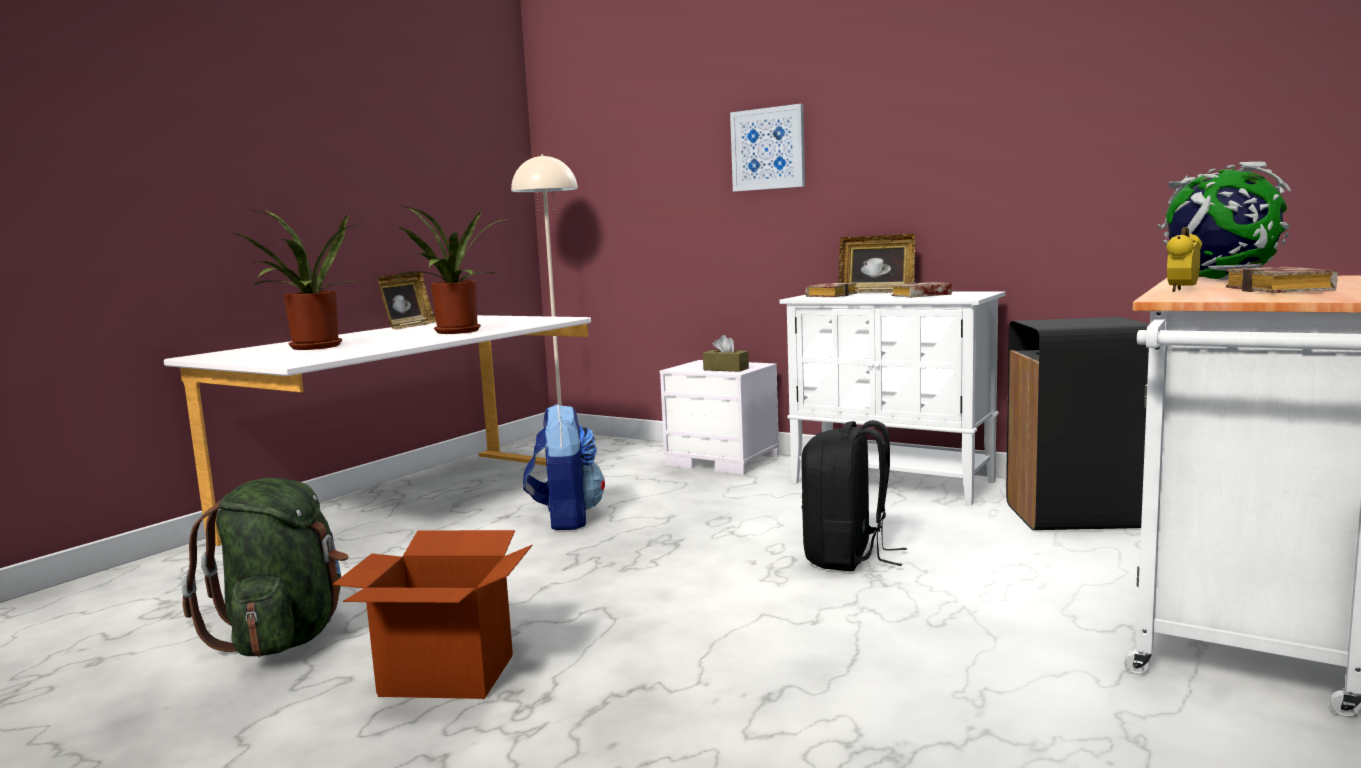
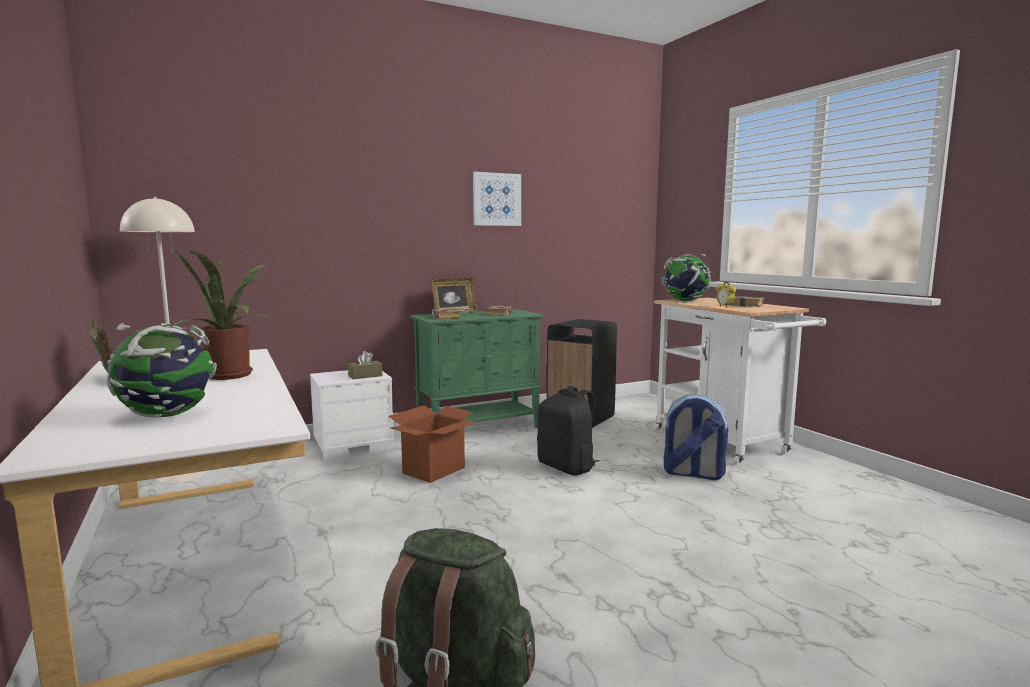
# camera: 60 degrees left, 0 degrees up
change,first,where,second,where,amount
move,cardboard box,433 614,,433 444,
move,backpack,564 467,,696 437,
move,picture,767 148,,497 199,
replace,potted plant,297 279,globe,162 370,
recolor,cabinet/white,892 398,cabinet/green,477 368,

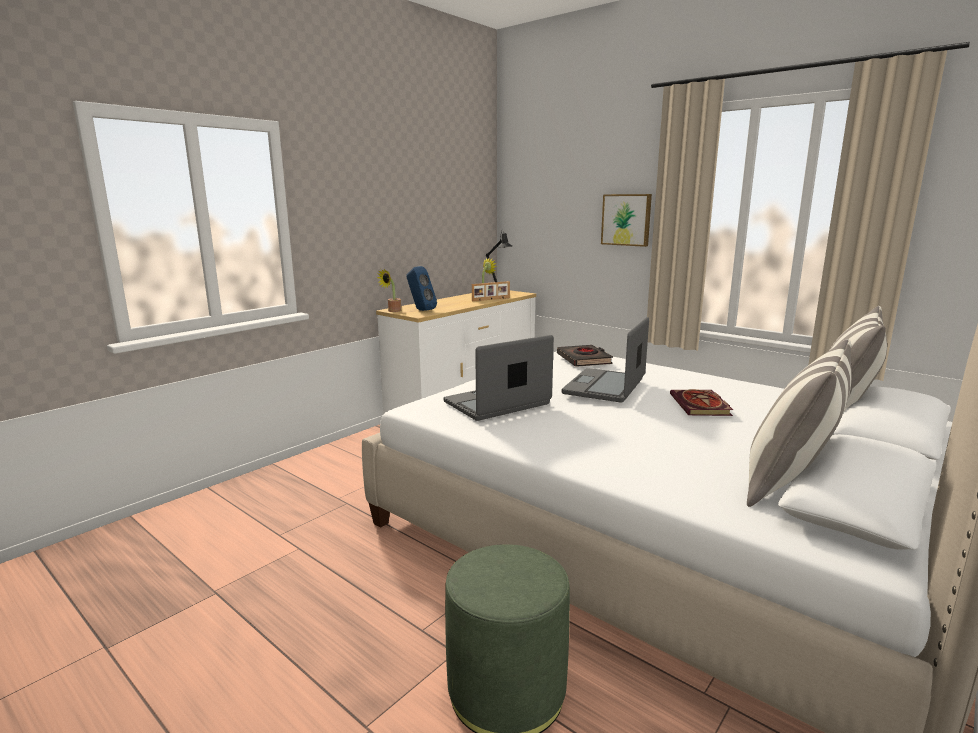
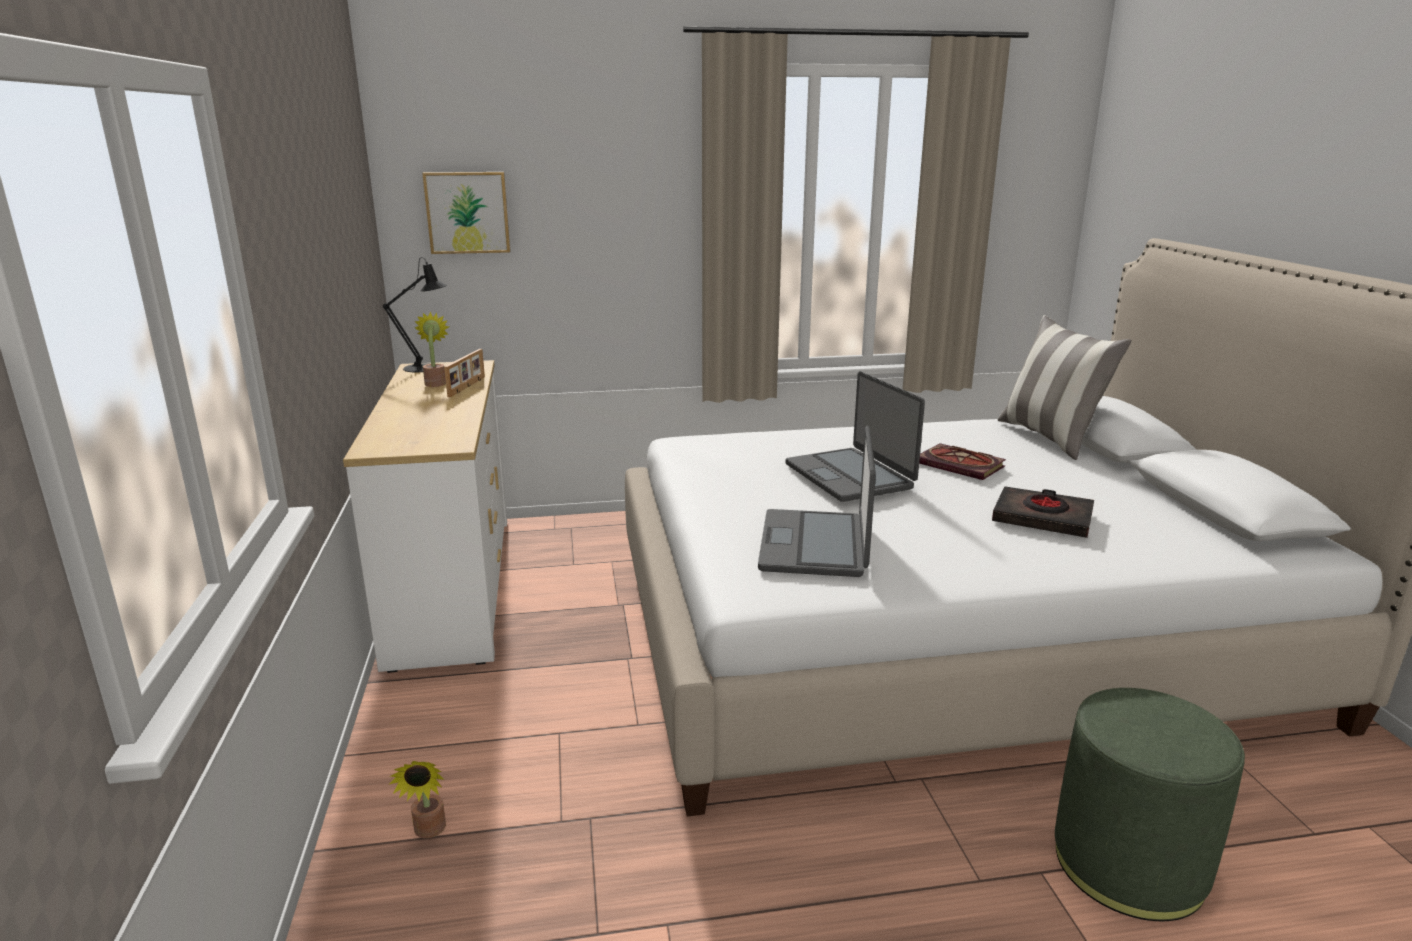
# camera: 50 degrees left, 5 degrees up
change,first,where,second,where,amount
delete,speaker/blue,421 288,,,
delete,pillow,799 423,,,
move,potted plant,389 290,,417 799,
move,book/black,585 356,,1043 512,
move,picture,626 220,,466 213,

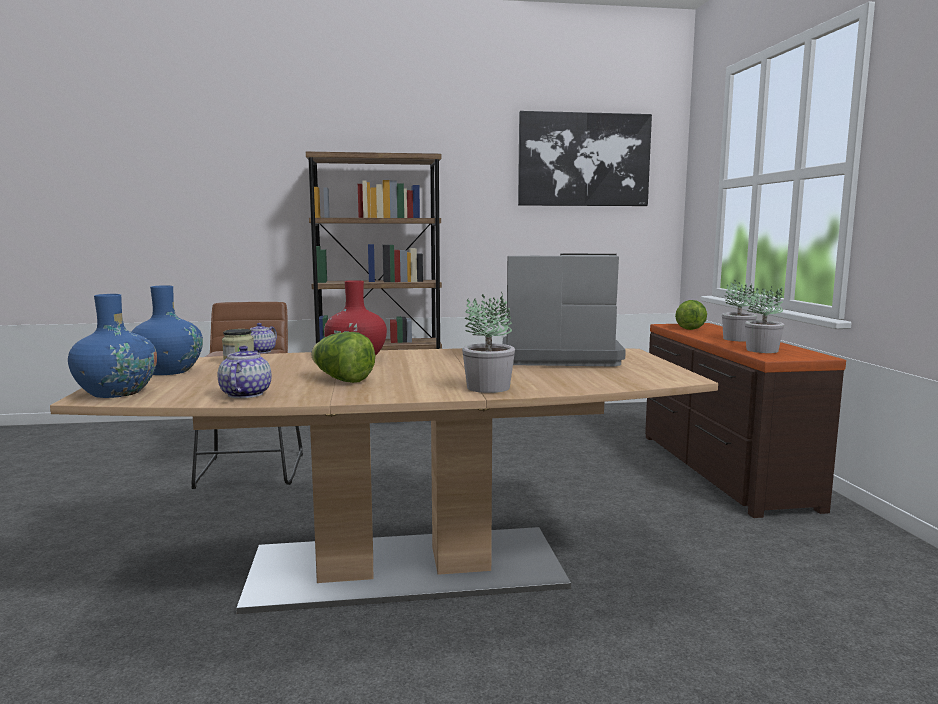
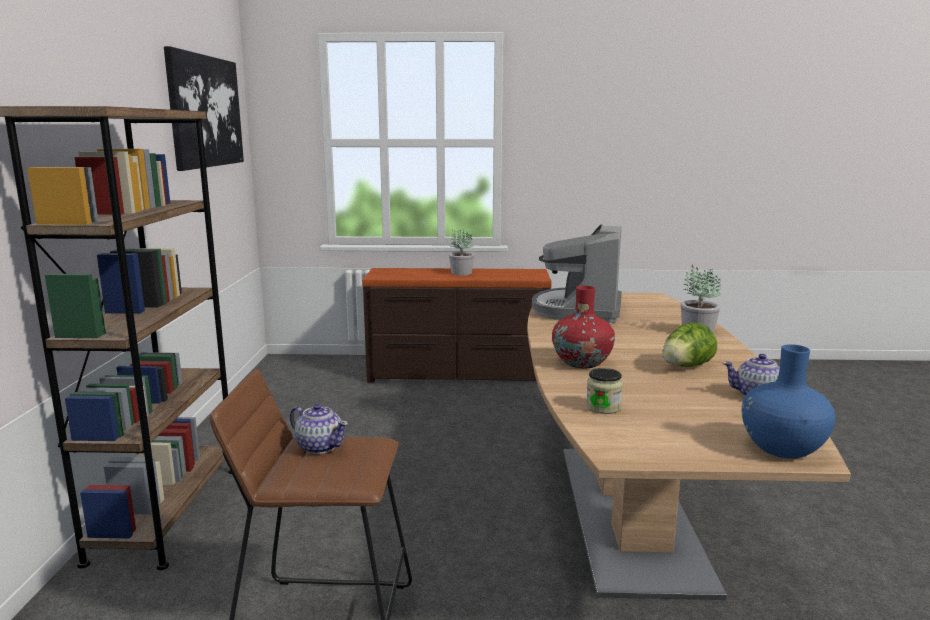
# camera: 80 degrees left, 5 degrees up
change,first,where,second,where,amount
delete,vase/blue,167 330,,,
delete,lettuce,691 315,,,
delete,potted plant,764 319,,,

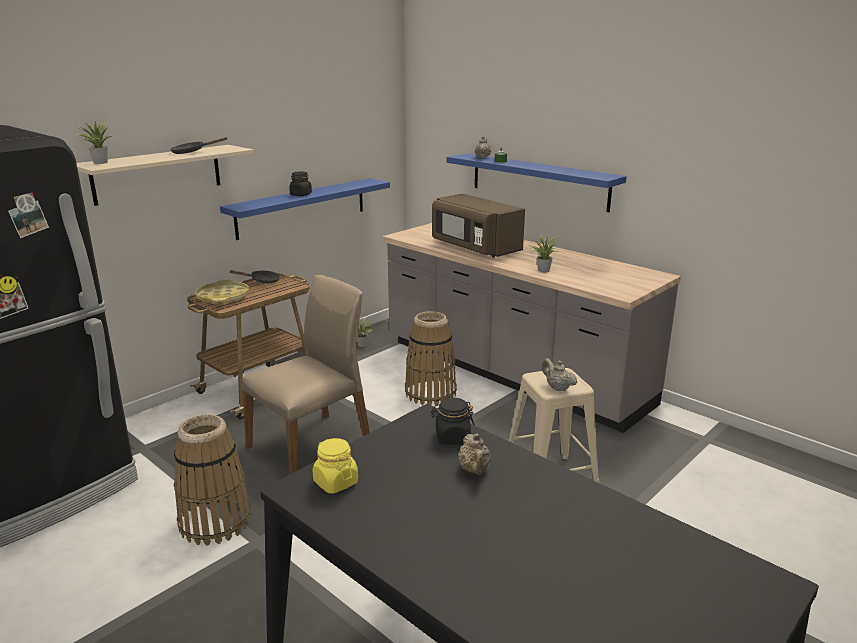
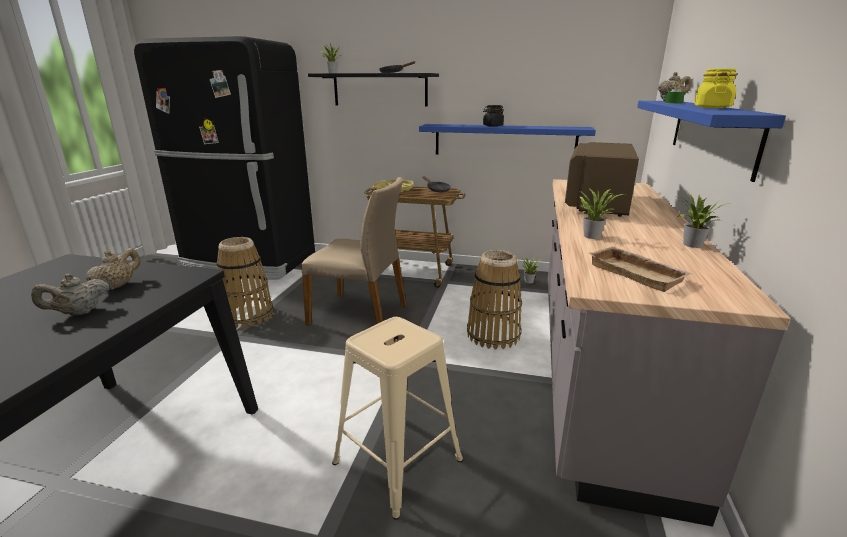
# camera: 60 degrees right, 0 degrees up
change,first,where,second,where,amount
delete,jar/black,453 421,,,
insert,,,tray/beige,640 269,
insert,,,potted plant,700 220,
move,jar/yellow,335 466,,715 88,
move,teapot/beige,559 374,,113 269,
recolor,shelf/beige,165 175,shelf/black,373 89,

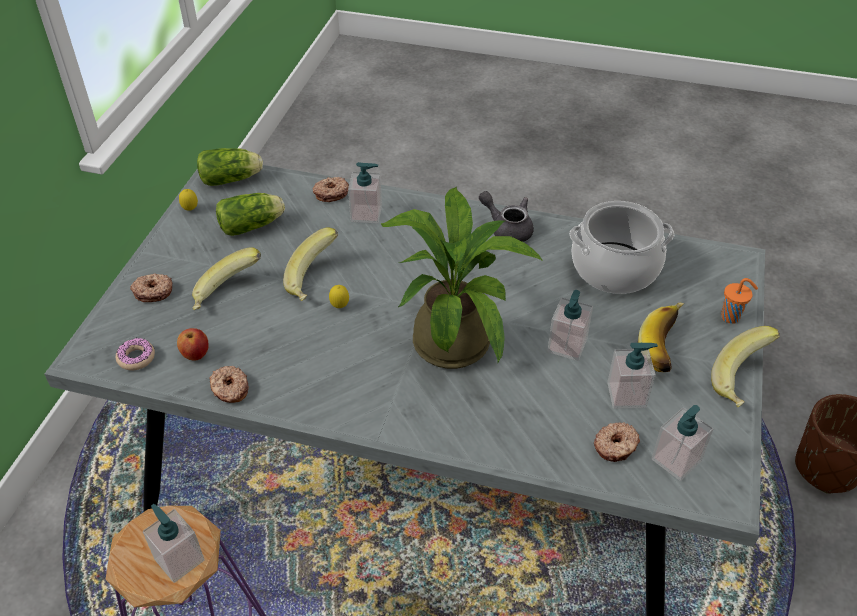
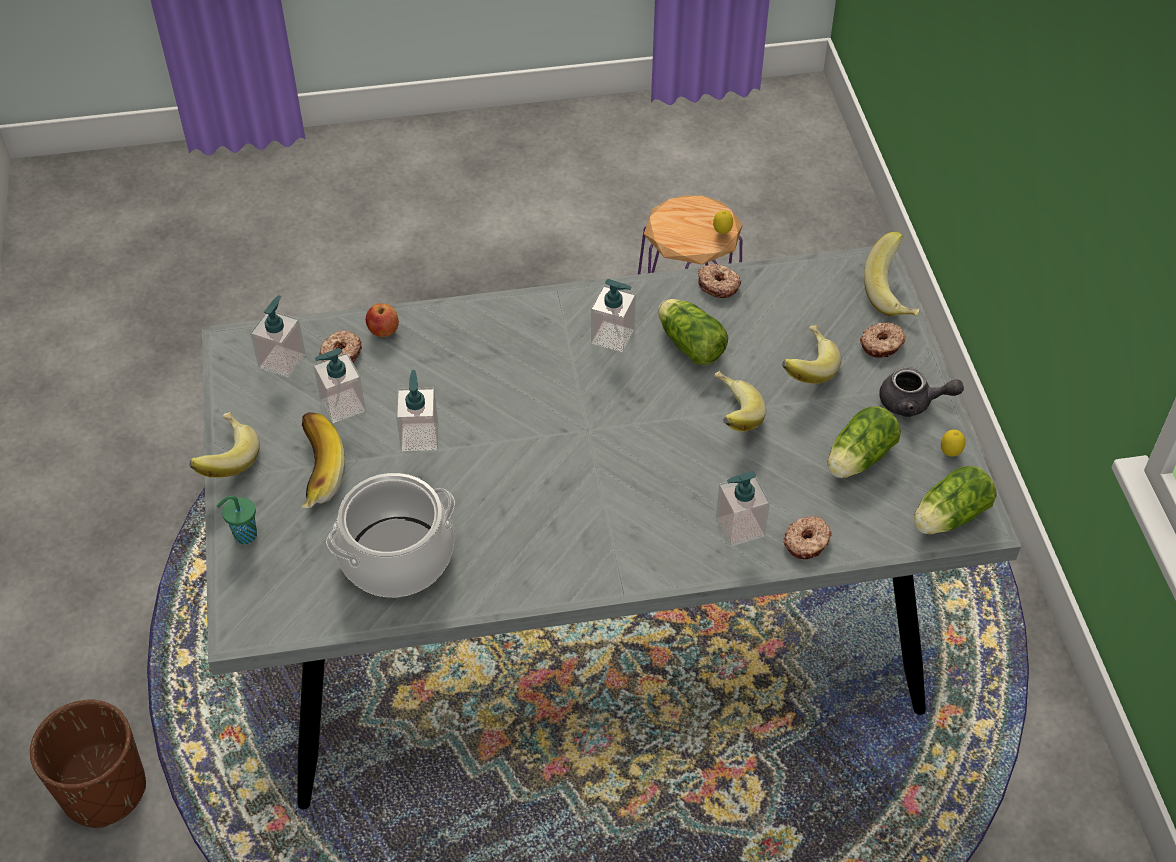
# camera: 155 degrees right, 5 degrees up
change,first,where,second,where,amount
delete,donut,135 354,,,
delete,potted plant,462 278,,,
insert,,,lettuce,693 332,
insert,,,banana,892 274,
move,soap dispenser,174 543,,613 316,
move,apple,193 344,,382 320,
move,lemon,339 296,,723 222,
move,teapot/grey,506 216,,921 392,
recolor,cup/orange,739 301,cup/green,236 519,

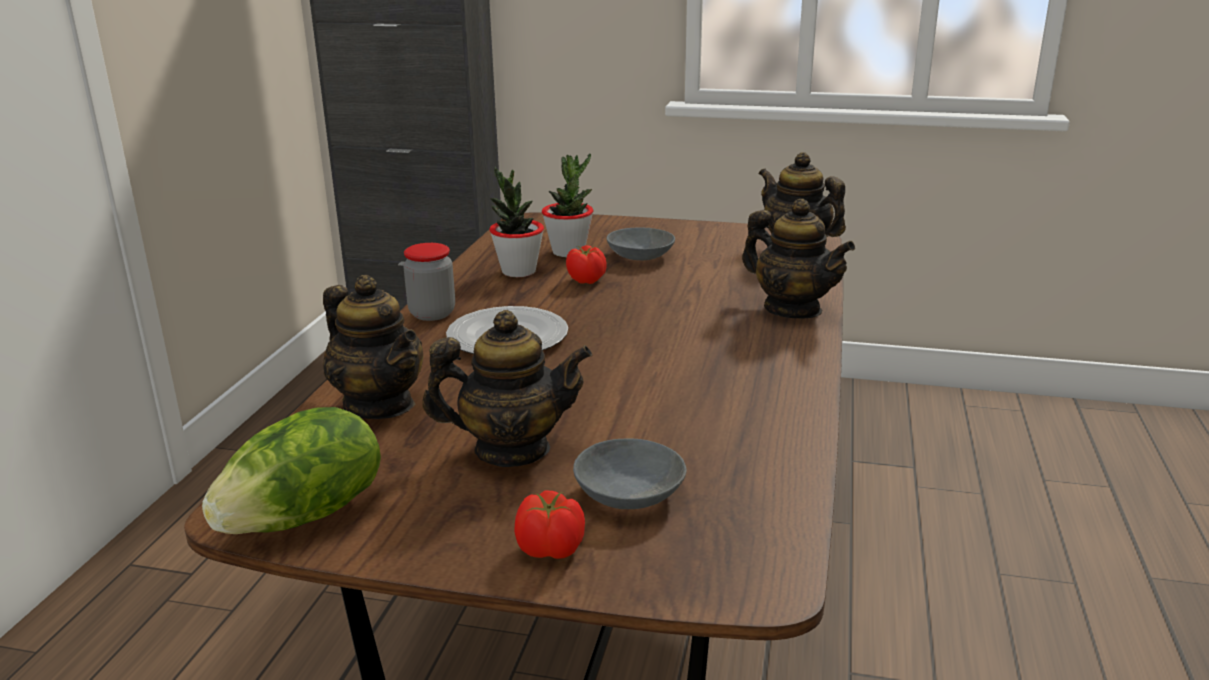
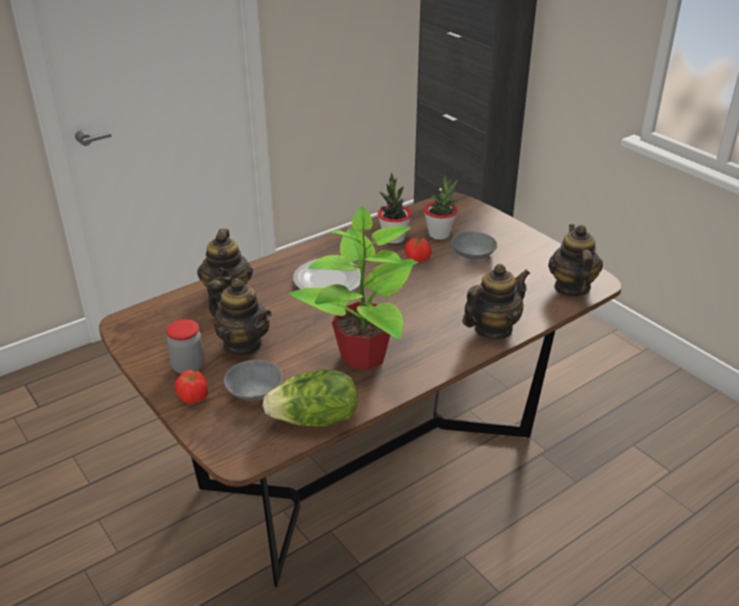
# camera: 40 degrees right, 10 degrees up
change,first,where,second,where,amount
insert,,,potted plant,353 288,
move,lettuce,291 470,,310 398,
move,jar,429 282,,185 346,
rotate,teapot,798 259,,496 301,120 degrees counterclockwise

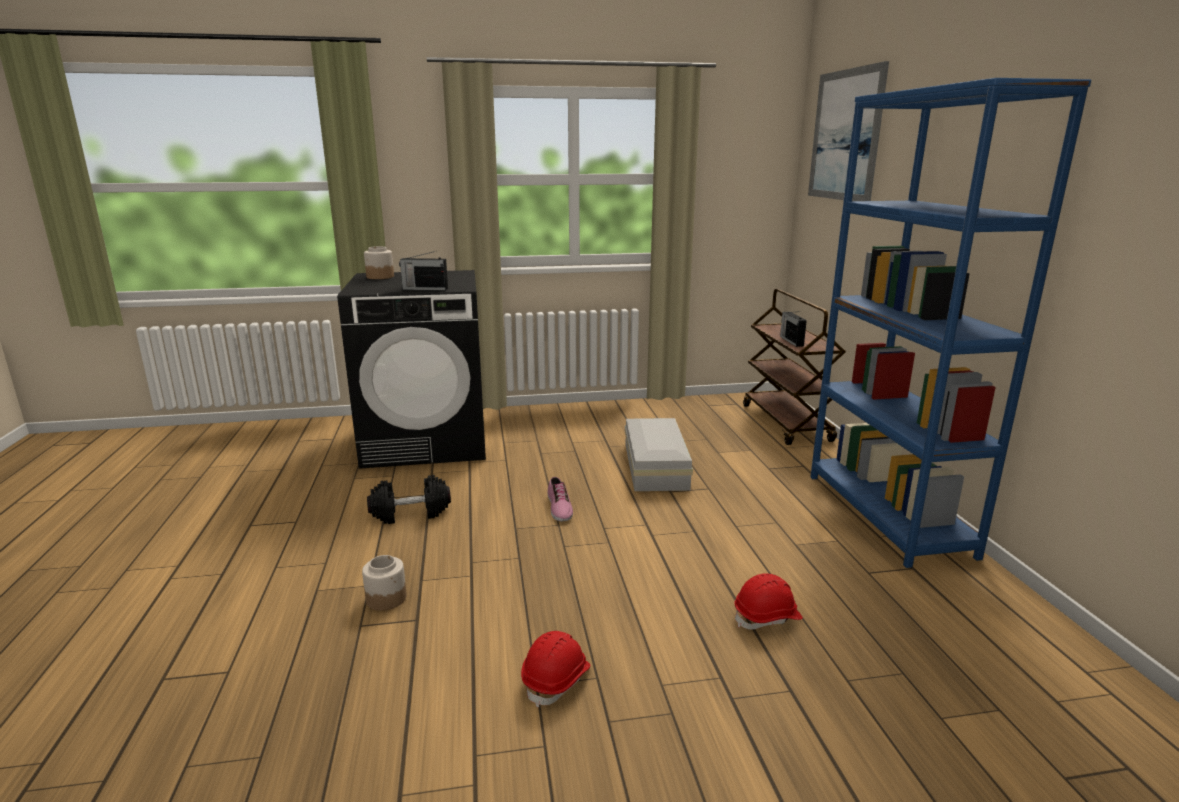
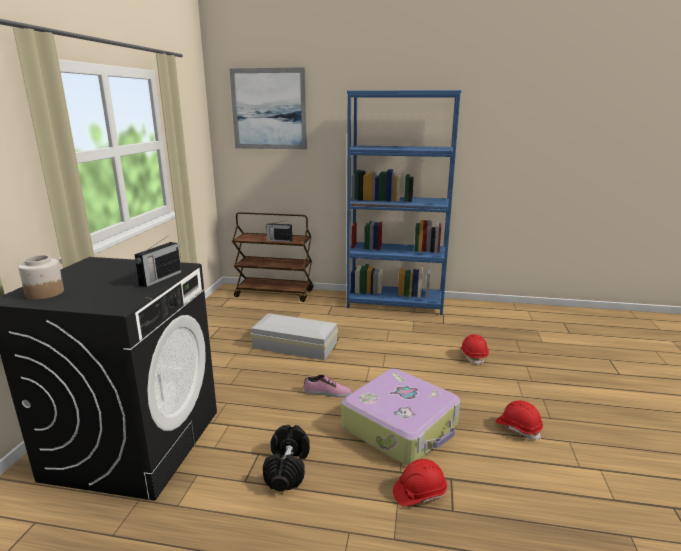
# camera: 70 degrees left, 0 degrees up
change,first,where,second,where,amount
insert,,,suitcase,400 417,
replace,jar,384 583,hard hat/red,420 483,

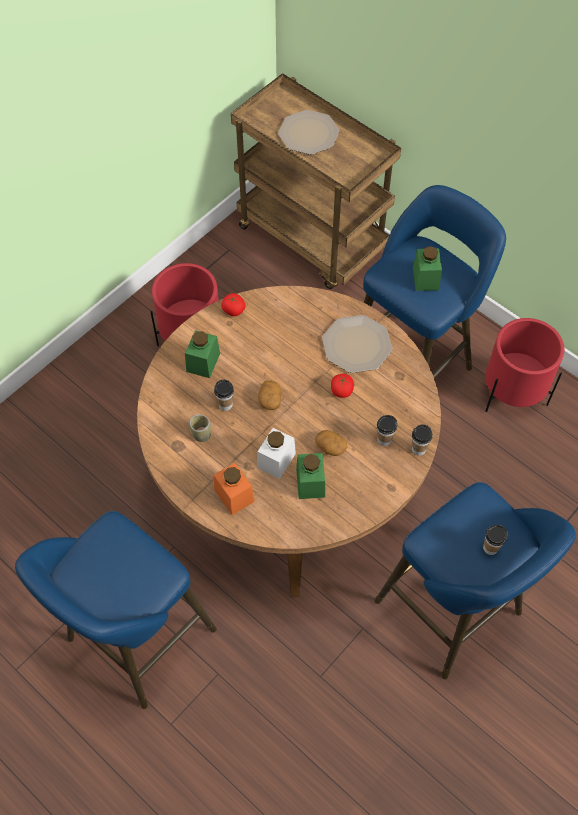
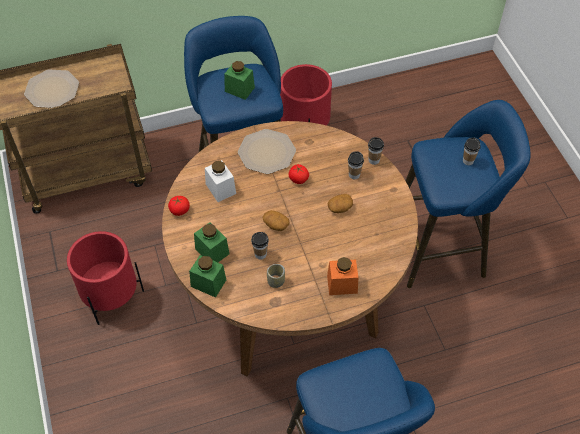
# camera: 60 degrees left, 5 degrees down
change,first,where,second,where,amount
move,jar/white,276 453,,220 181,
move,jar/green,310 476,,207 276,

